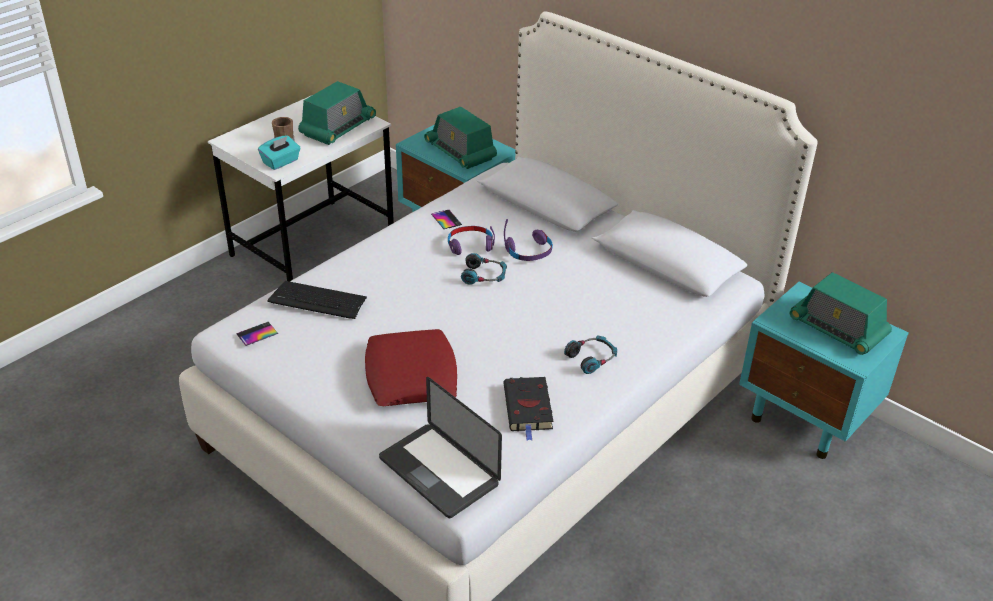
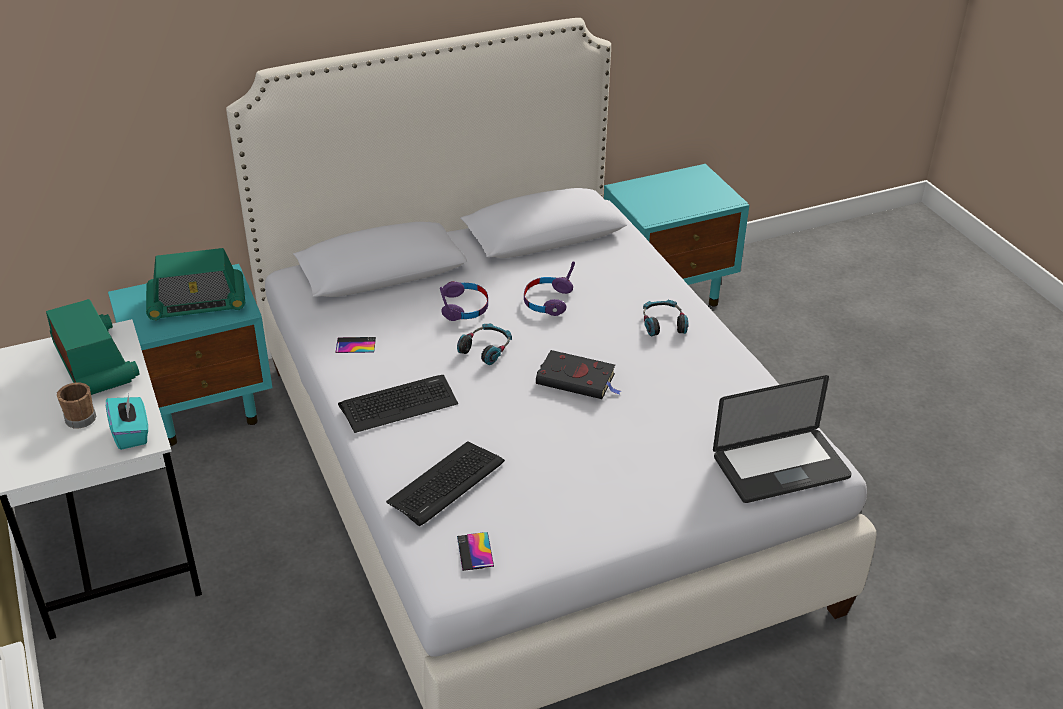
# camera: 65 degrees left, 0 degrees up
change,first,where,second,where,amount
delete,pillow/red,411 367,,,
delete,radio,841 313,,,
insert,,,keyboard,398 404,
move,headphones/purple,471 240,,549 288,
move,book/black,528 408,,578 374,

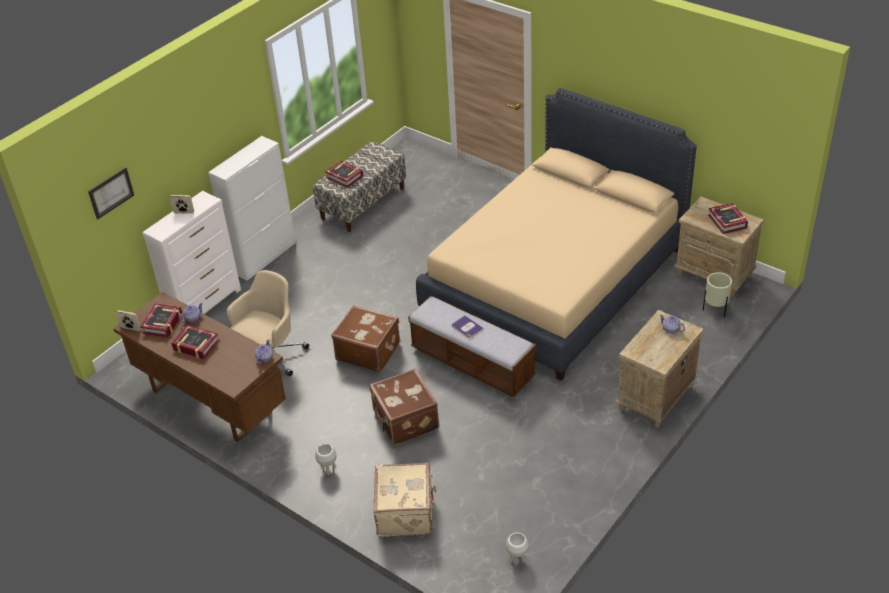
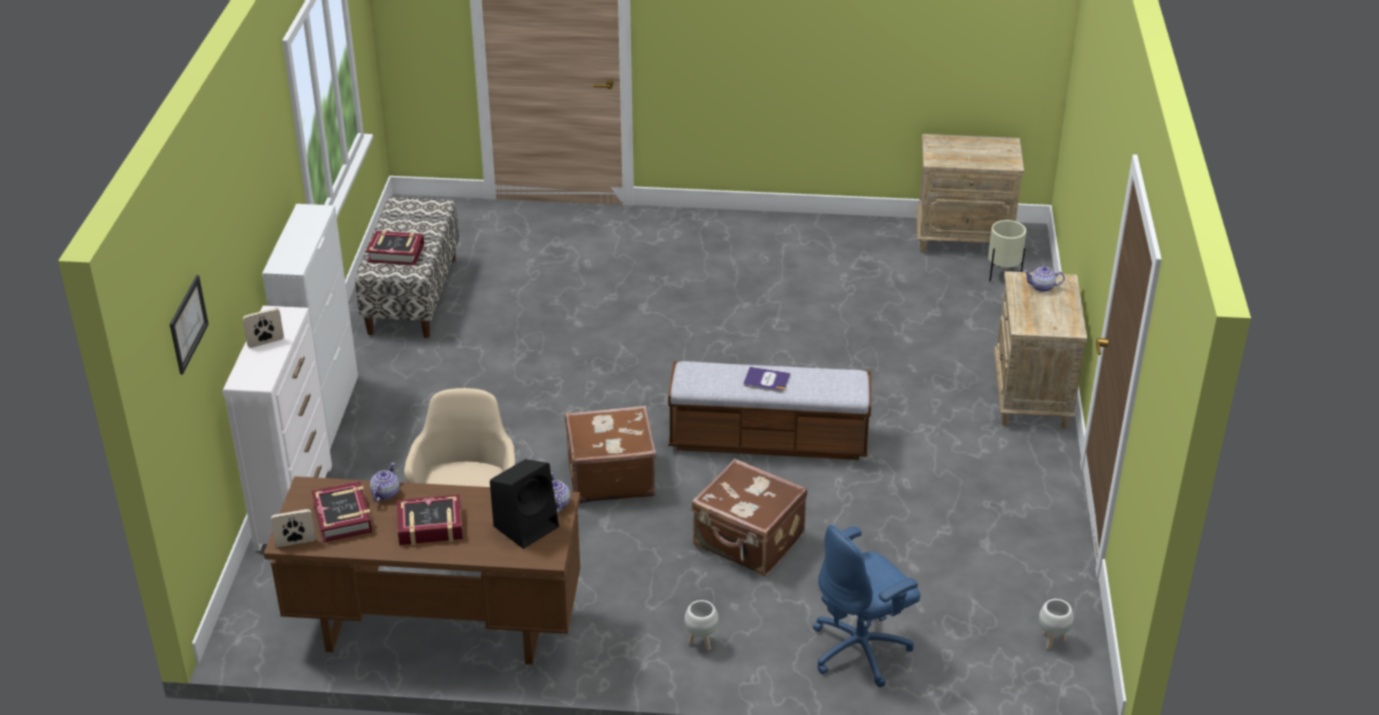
# camera: 35 degrees left, 5 degrees down
change,first,where,second,where,amount
delete,bed/beige,556 234,,,
delete,book,728 218,,,
insert,,,speaker/black,524 504,
replace,suitcase/beige,405 499,office chair/blue,867 606,

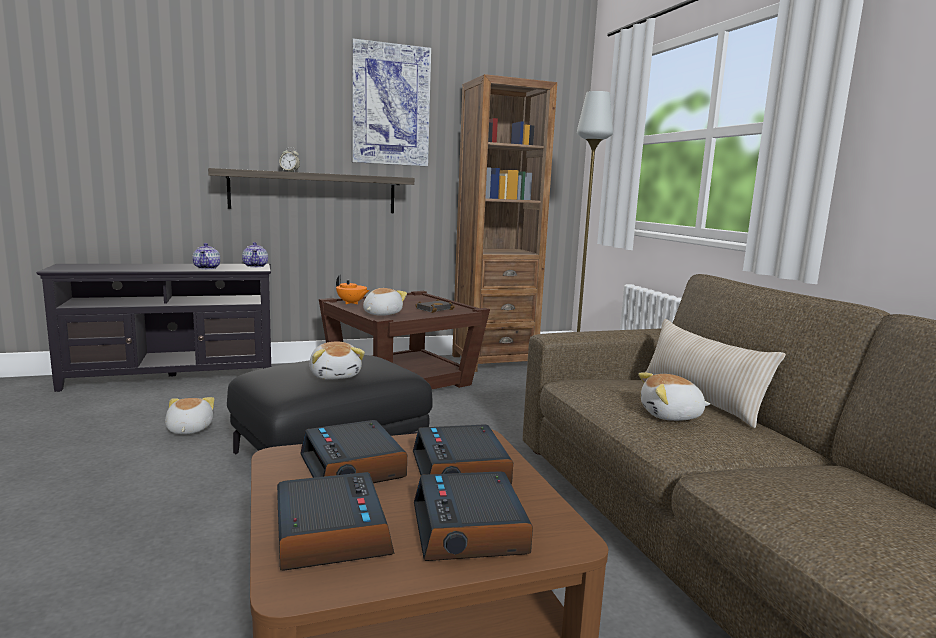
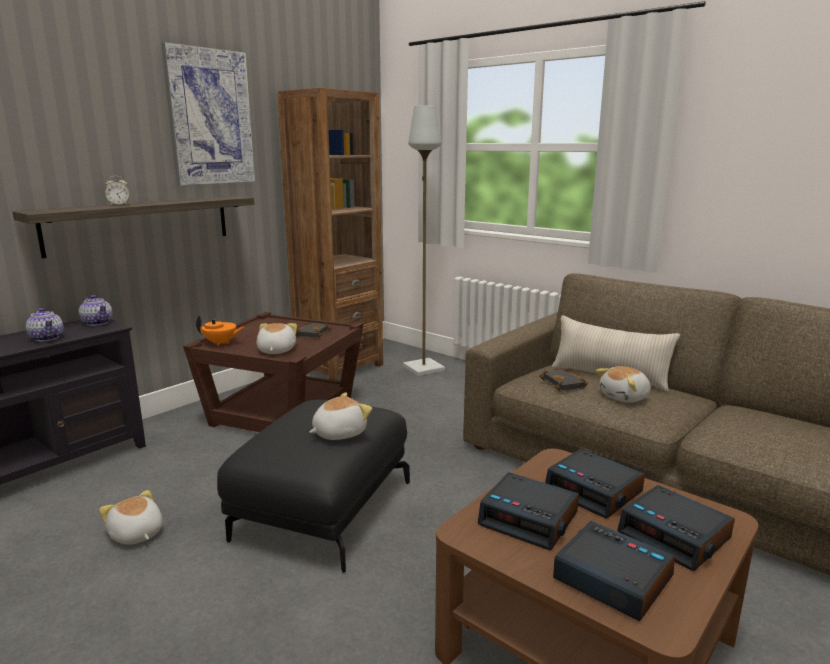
# camera: 30 degrees left, 5 degrees up
change,first,where,second,where,amount
insert,,,book/black,563 380,
rotate,plush toy,337 360,,340 416,75 degrees counterclockwise

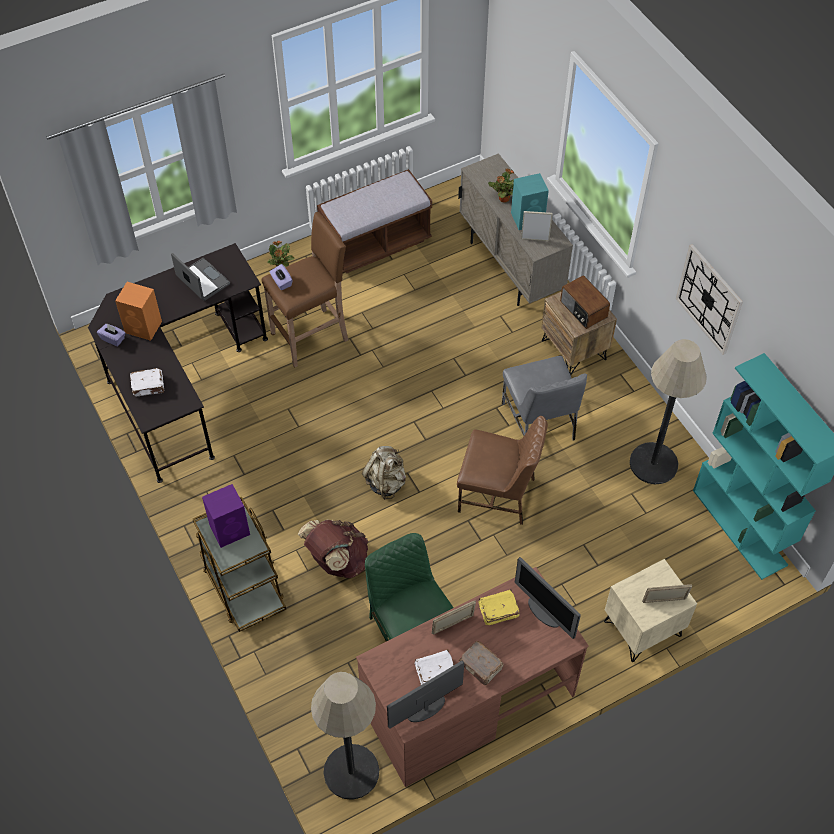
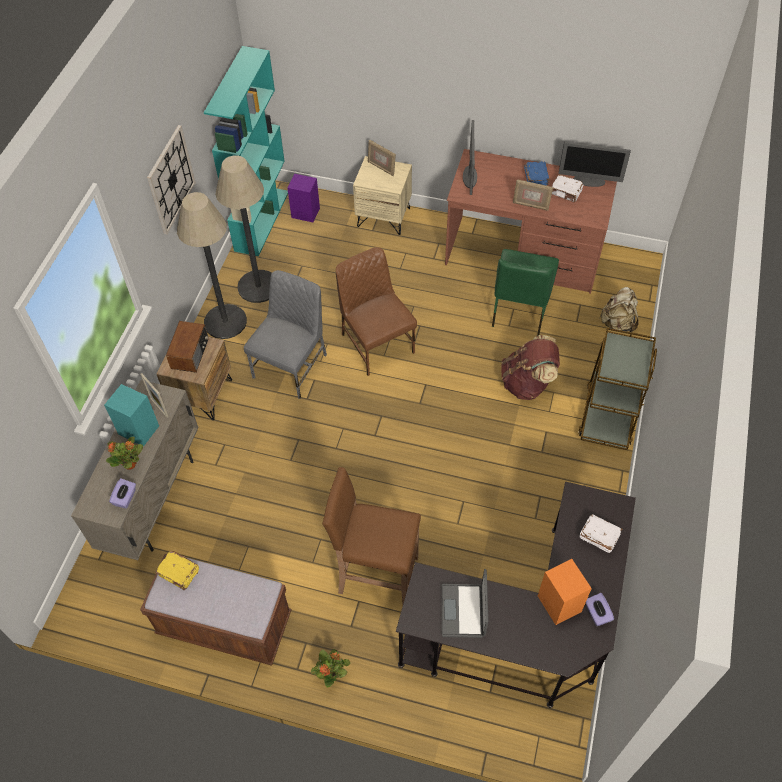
# camera: 135 degrees left, 0 degrees up
change,first,where,second,where,amount
move,speaker/purple,226 516,,303 198,
move,tissue box/purple,281 277,,122 493,
move,floor lamp,345 736,,212 265,
move,backpack/beige,384 473,,619 309,
move,book/yellow,499 607,,177 570,
recolor,book/brown,481 663,book/blue,537 173,

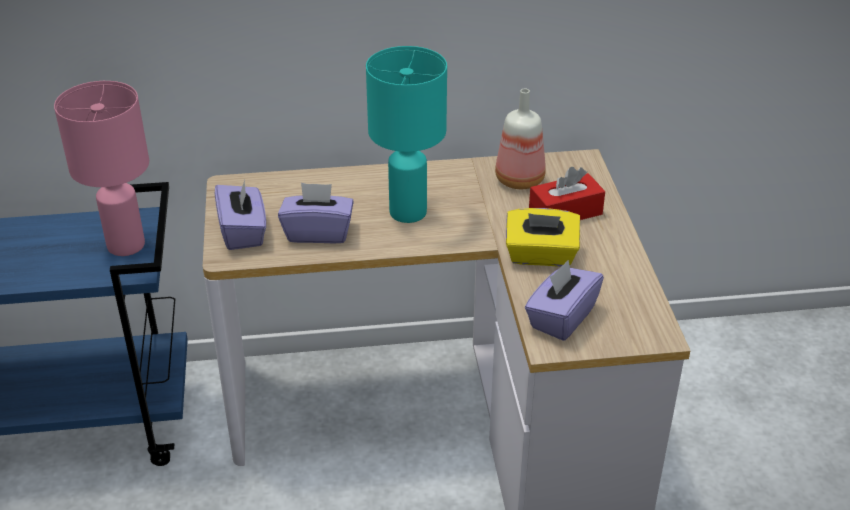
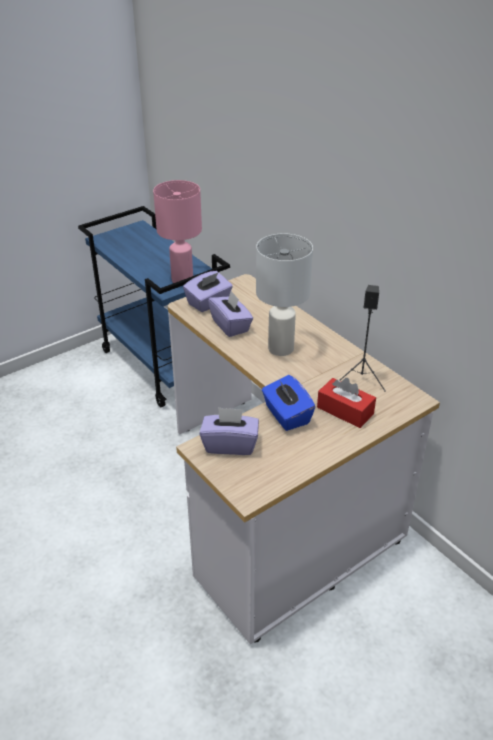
# camera: 60 degrees right, 0 degrees up
change,first,where,second,where,amount
replace,bottle,520 138,speaker/black,362 338,
recolor,table lamp/turquoise,406 134,table lamp/white,284 294,
recolor,tissue box/yellow,543 237,tissue box/blue,288 403,

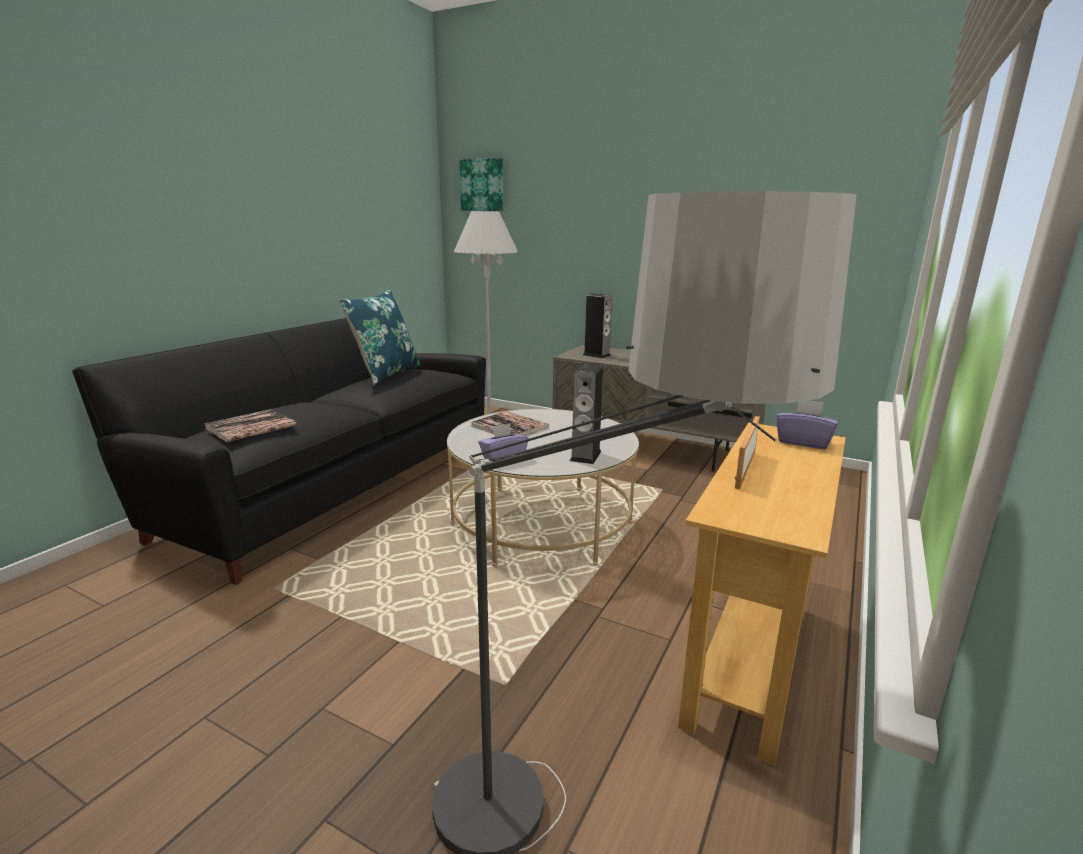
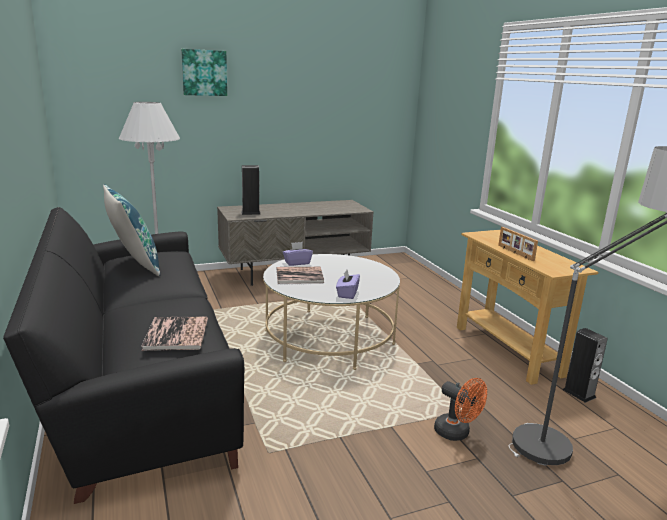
# camera: 50 degrees left, 0 degrees up
change,first,where,second,where,amount
insert,,,fan/orange,460 409,
move,picture,481 184,,204 72,
move,speaker,586 414,,585 365,
move,tissue box/purple,807 425,,298 254,

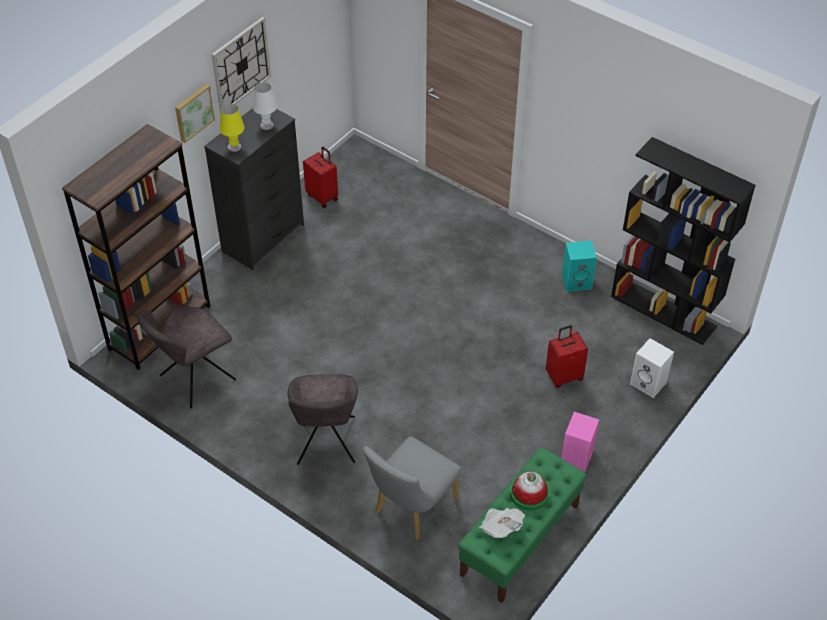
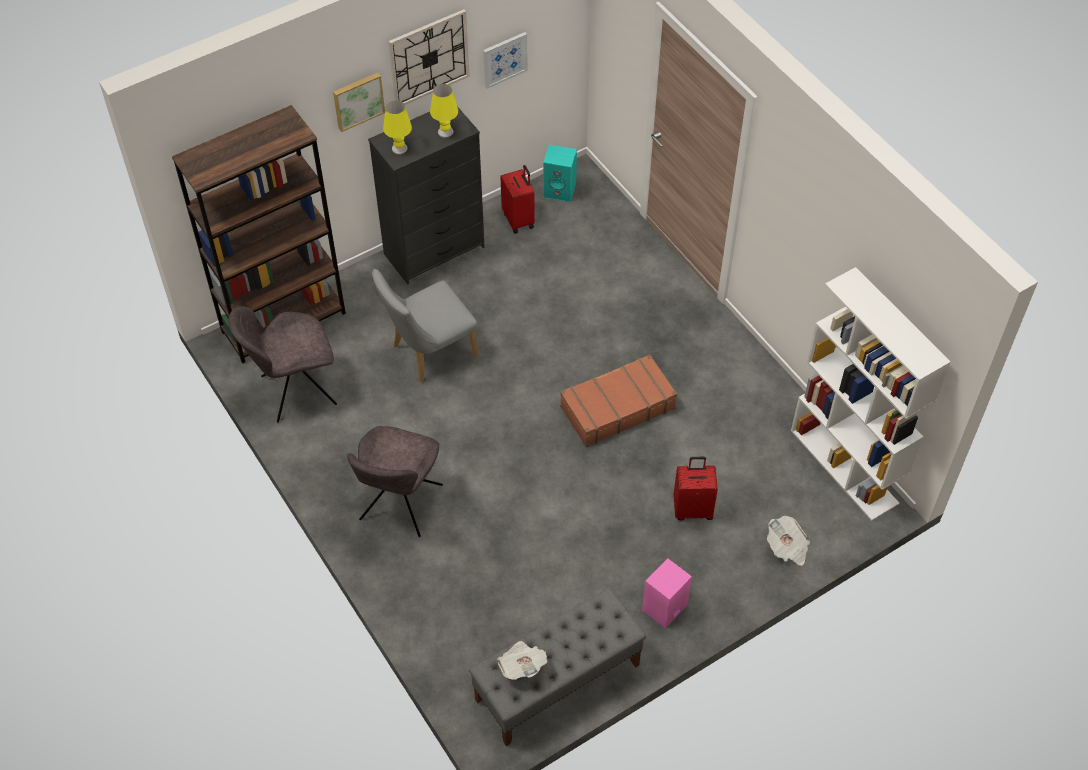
# camera: 20 degrees right, 5 degrees up
change,first,where,second,where,amount
delete,hat,529 491,,,
insert,,,picture,505 60,
insert,,,suitcase/brown,618 400,
move,chair/grey,412 488,,425 326,
move,speaker/turquoise,579 266,,560 173,
replace,speaker/white,652 368,newspaper,788 541,
recolor,table lamp/white,265 106,table lamp/yellow,444 111,
recolor,bench/green,522 525,bench/grey,557 666,
recolor,bookcase/black,683 241,bookcase/white,870 394,

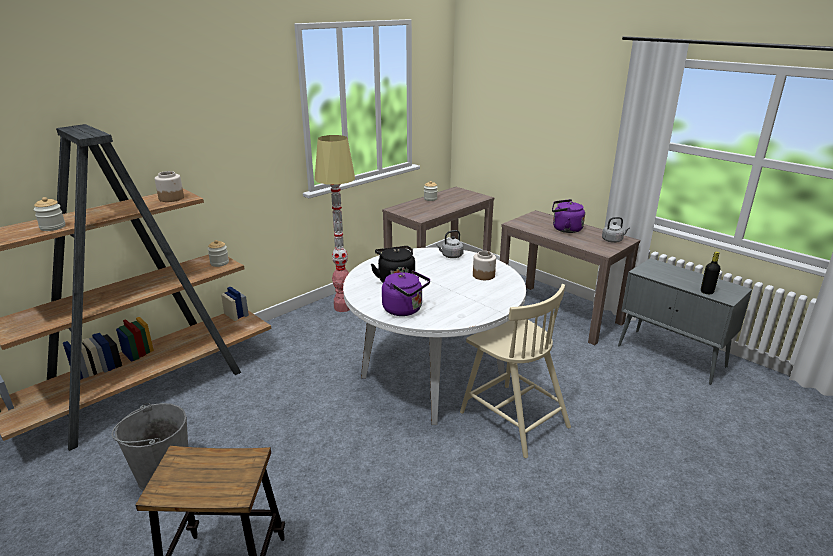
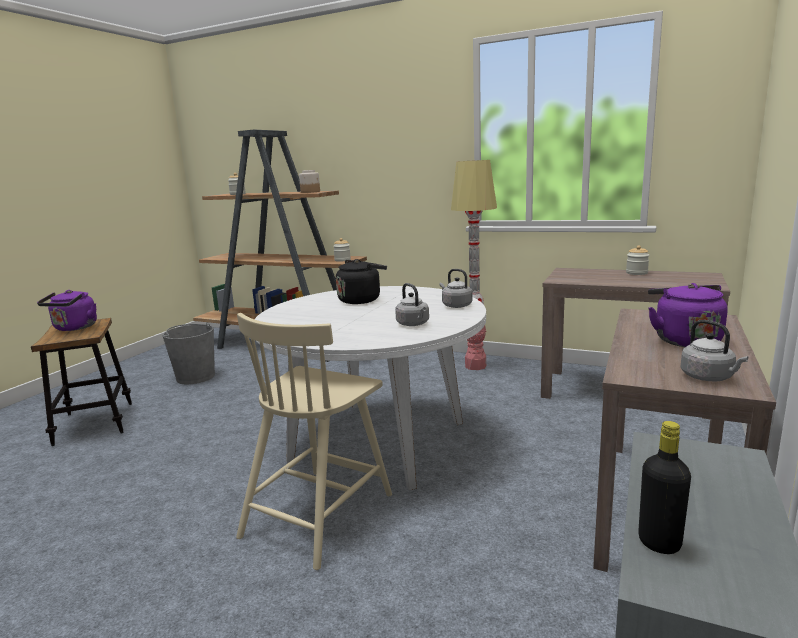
# camera: 70 degrees right, 10 degrees down
change,first,where,second,where,amount
move,kettle/purple,406 293,,67 310,
replace,jar,484 265,kettle/grey,412 304,

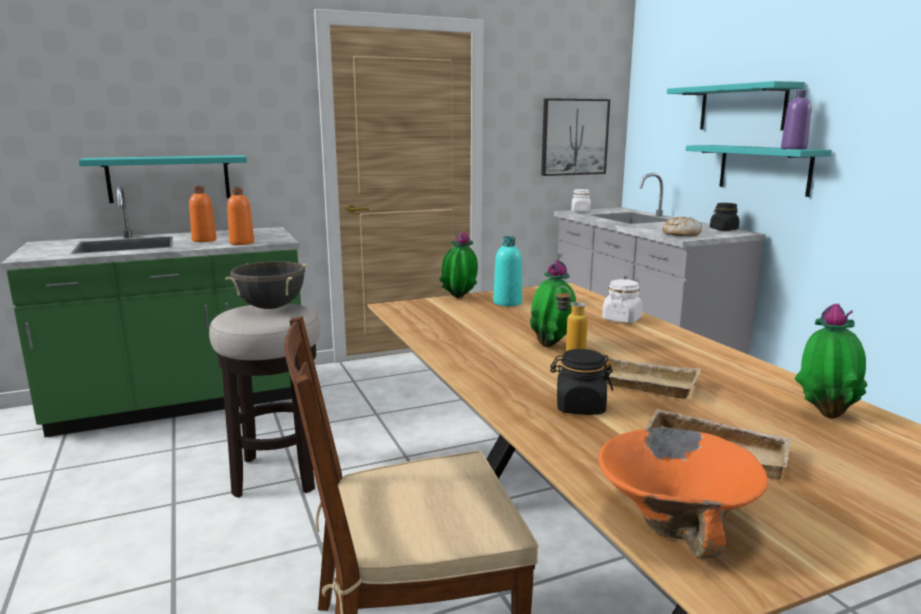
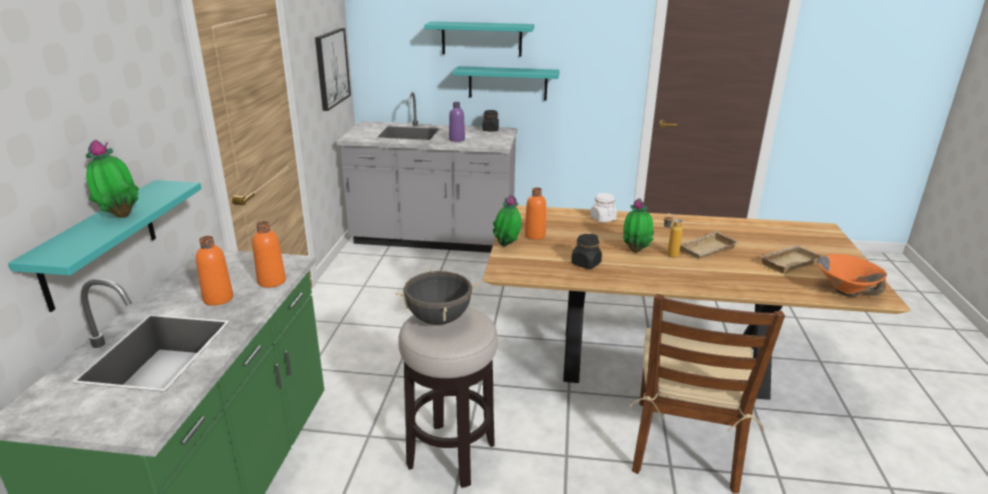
# camera: 60 degrees left, 10 degrees up
change,first,where,second,where,amount
delete,jar/white,581 200,,,
delete,bread,682 226,,,
move,jar/black,581 382,,586 251,
move,bottle/purple,796 119,,457 122,
move,potted plant,831 361,,112 179,
recolor,bottle/turquoise,507 271,bottle/orange,535 213,

